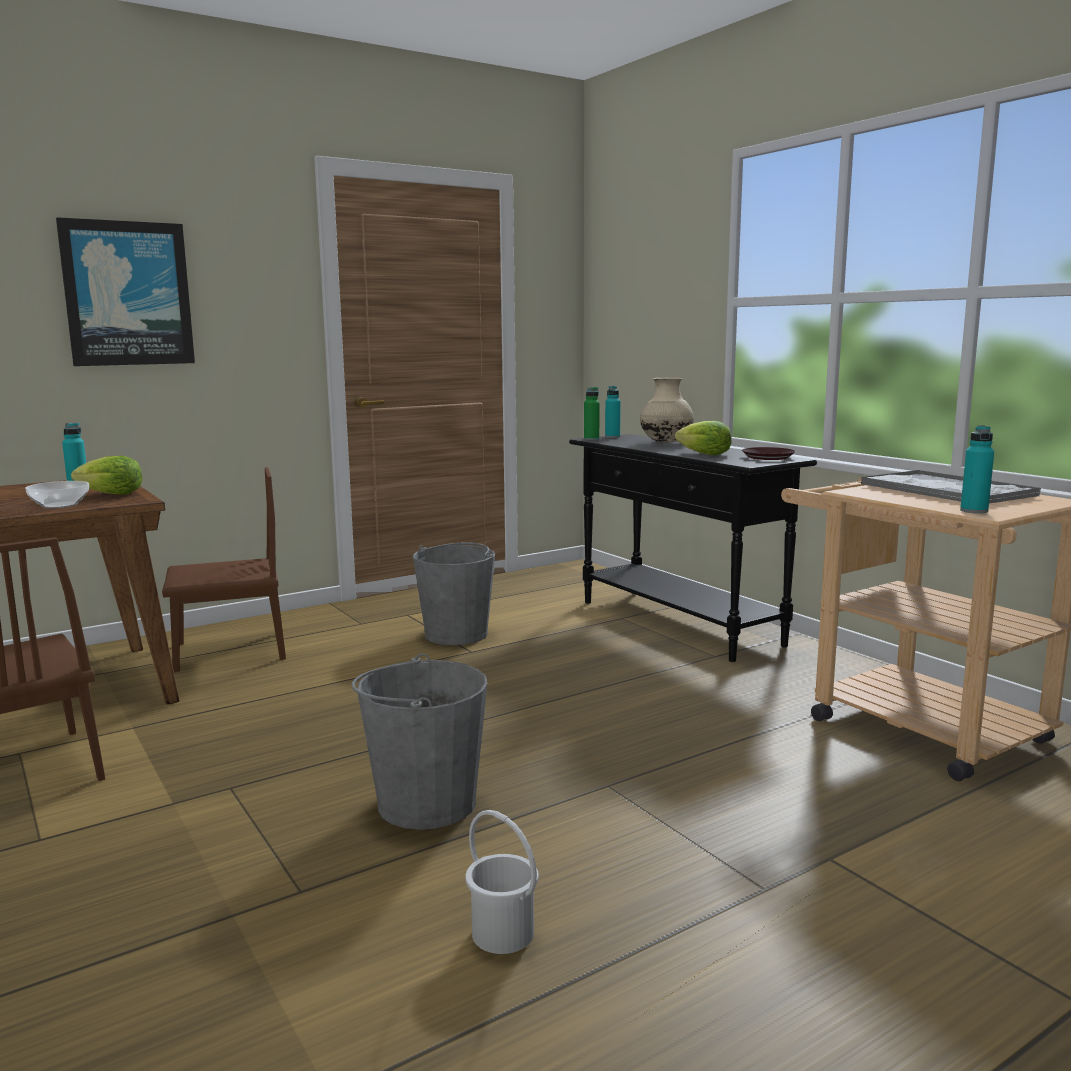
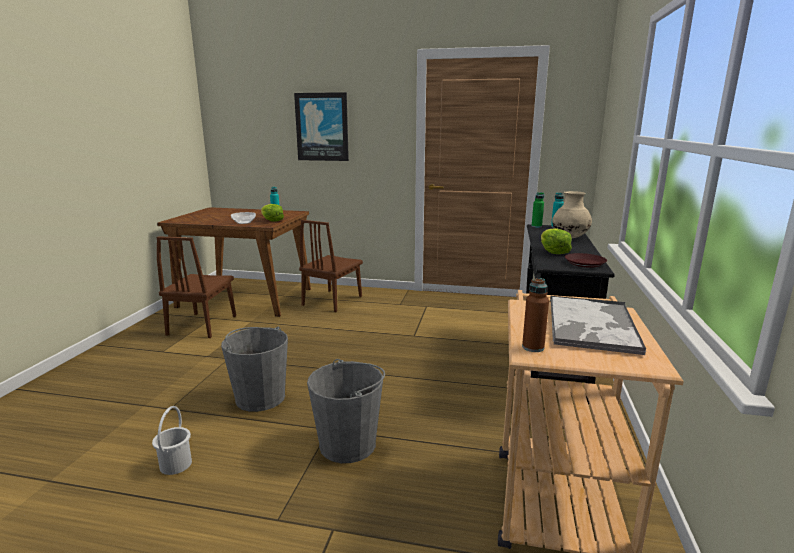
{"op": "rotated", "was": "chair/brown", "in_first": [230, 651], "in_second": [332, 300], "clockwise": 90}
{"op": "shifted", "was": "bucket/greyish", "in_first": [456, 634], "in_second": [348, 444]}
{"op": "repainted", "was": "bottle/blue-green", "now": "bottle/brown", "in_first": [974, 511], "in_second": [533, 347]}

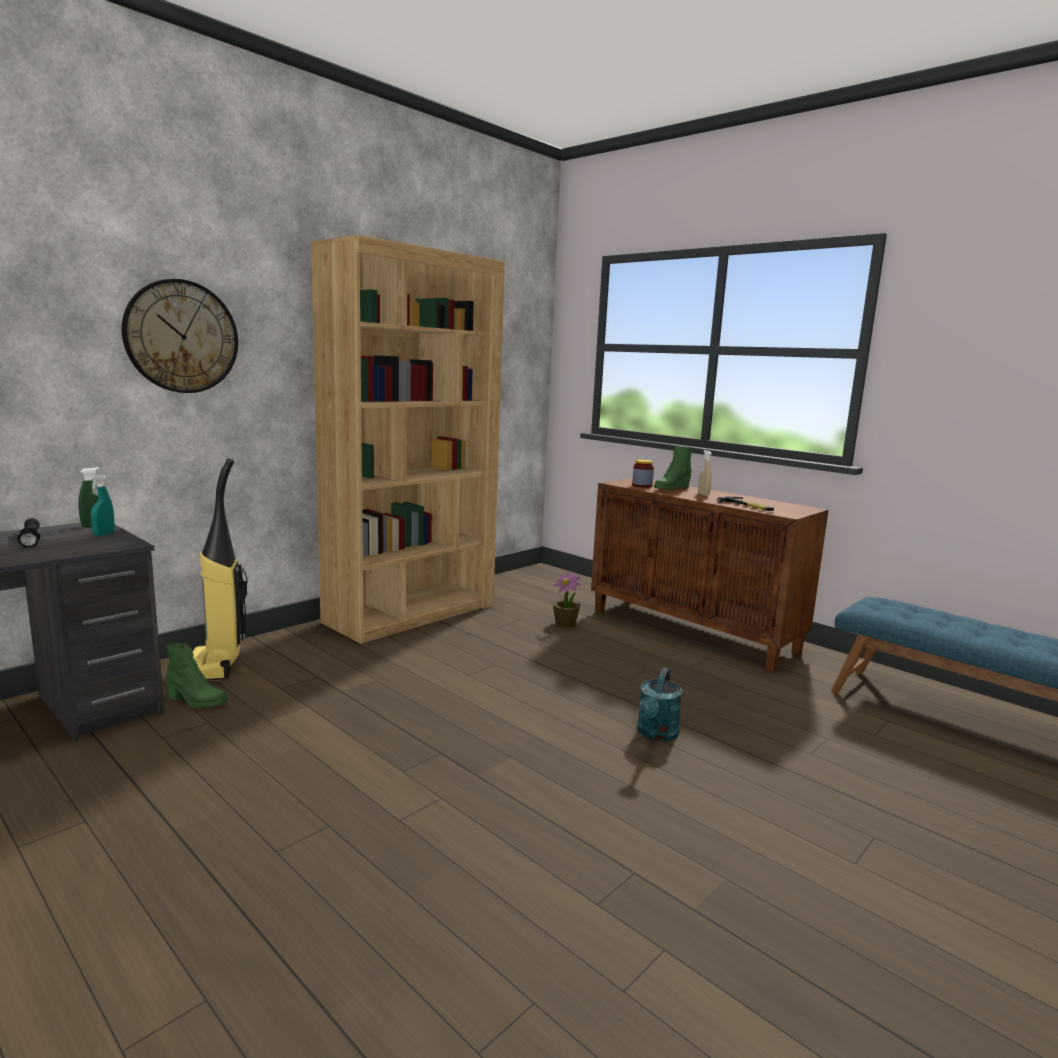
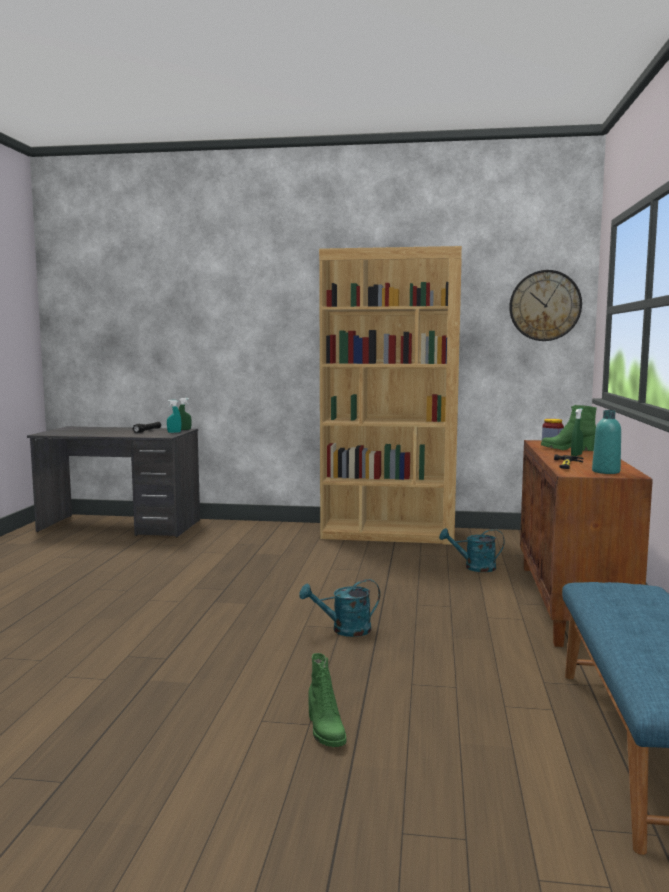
{"op": "shifted", "was": "wall clock", "in_first": [181, 337], "in_second": [545, 305]}
{"op": "shifted", "was": "boot/greenish", "in_first": [196, 701], "in_second": [325, 731]}
{"op": "gone", "was": "vacuum", "in_first": [213, 667]}
{"op": "swapped", "was": "potted plant", "now": "sprinkling can/blue-green", "in_first": [566, 624], "in_second": [474, 567]}
{"op": "repainted", "was": "hand sprayer/beige", "now": "hand sprayer/greenish", "in_first": [703, 494], "in_second": [576, 455]}
{"op": "new", "now": "bottle/blue-green", "in_second": [606, 471]}

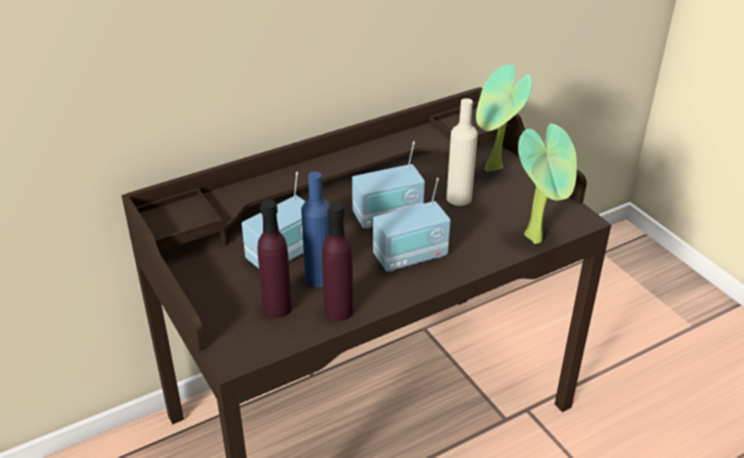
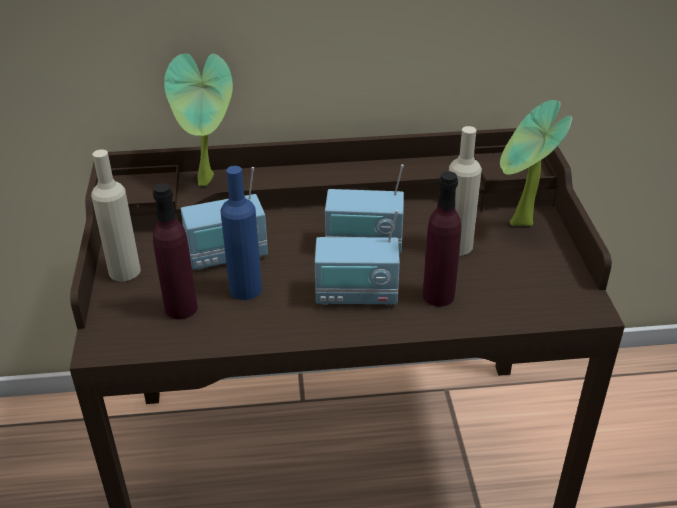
{"op": "shifted", "was": "bottle/purple", "in_first": [338, 311], "in_second": [438, 295]}
{"op": "shifted", "was": "potted plant", "in_first": [538, 238], "in_second": [209, 182]}
{"op": "new", "now": "bottle/beige", "in_second": [124, 271]}

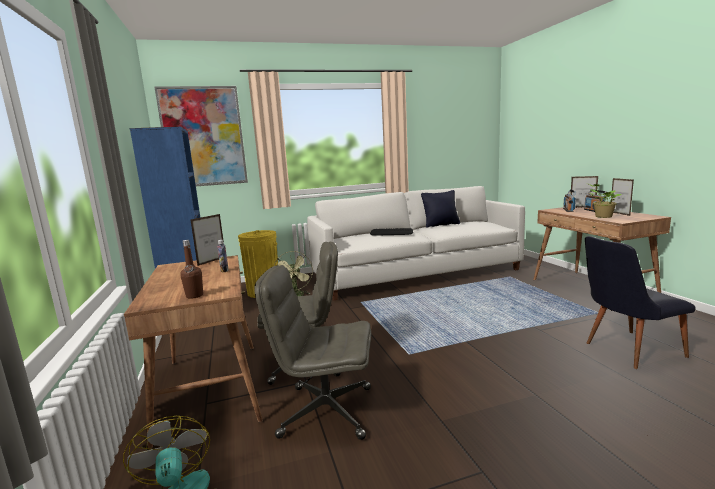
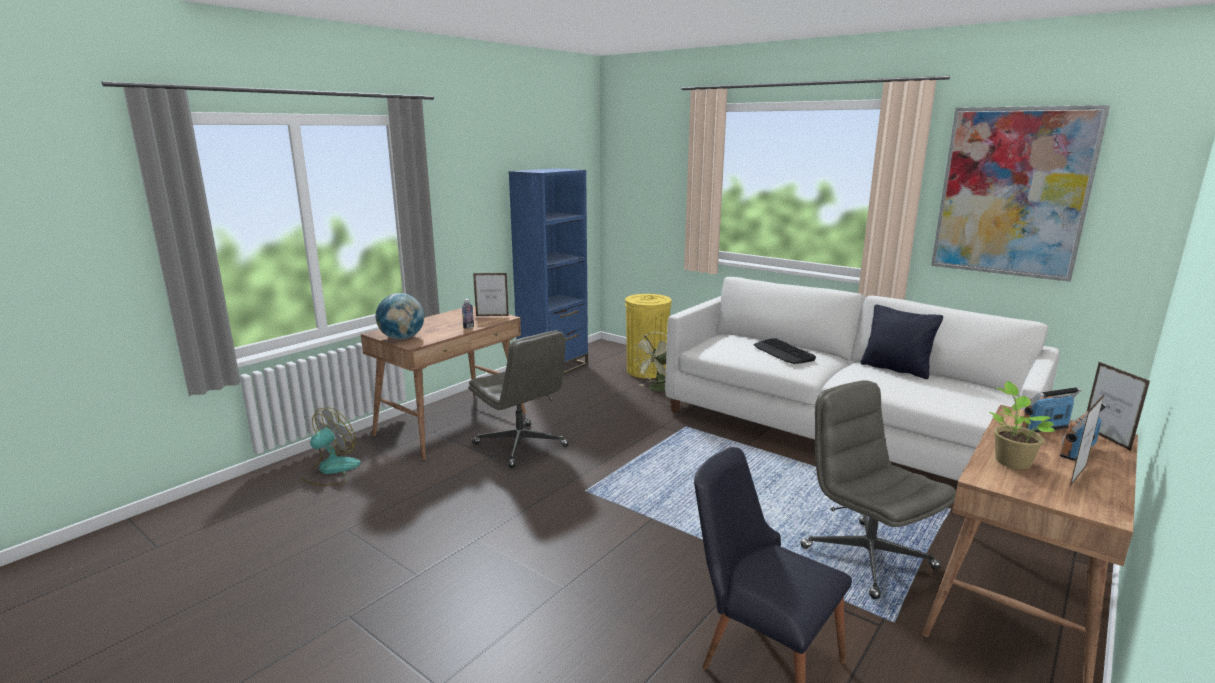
{"op": "shifted", "was": "picture", "in_first": [203, 137], "in_second": [1012, 192]}
{"op": "swapped", "was": "bottle/brown", "now": "globe", "in_first": [194, 296], "in_second": [402, 338]}
{"op": "shifted", "was": "desk chair/greyish", "in_first": [325, 411], "in_second": [866, 557]}

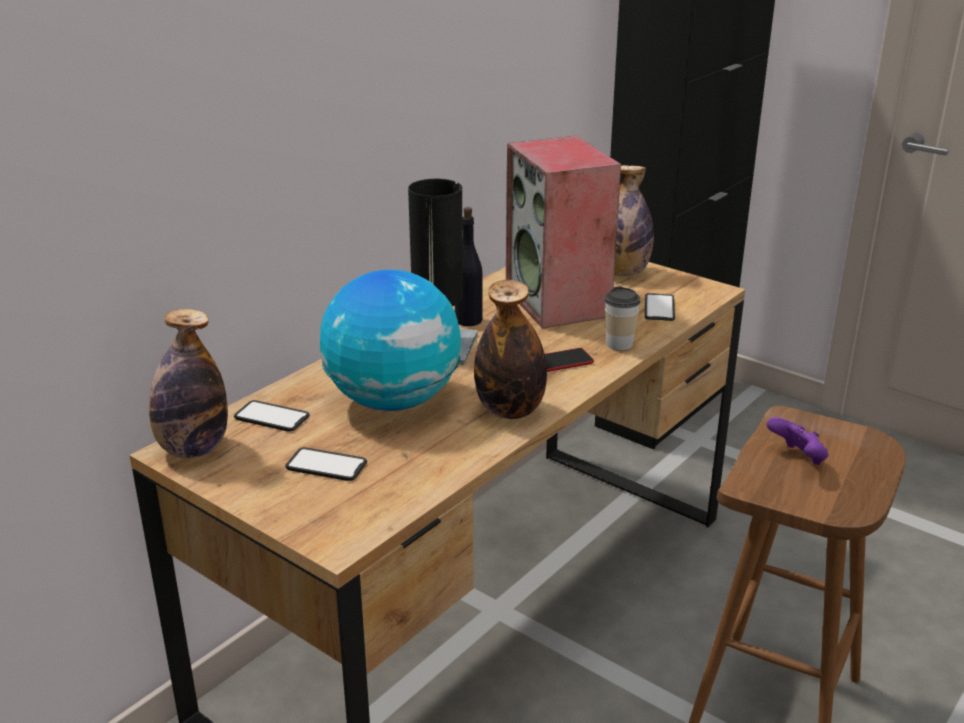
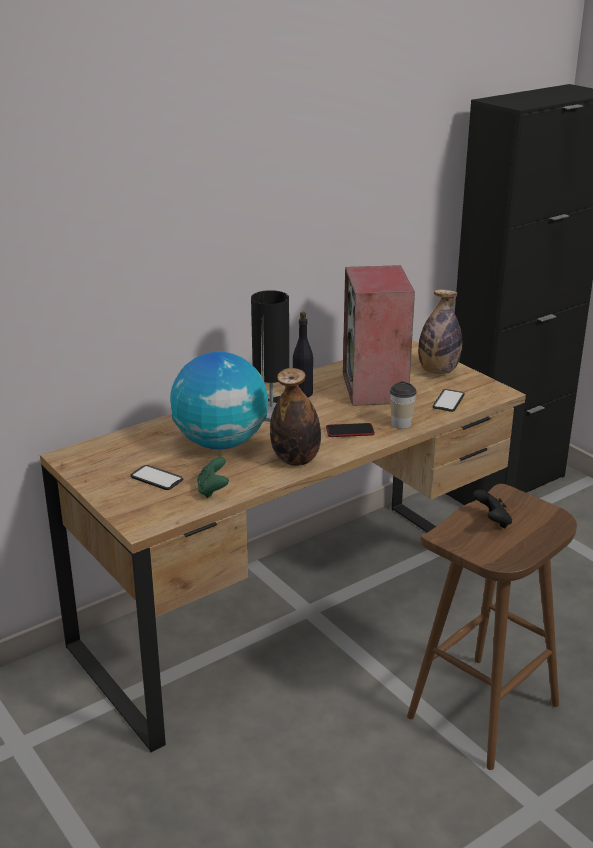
{"op": "gone", "was": "bottle", "in_first": [193, 449]}
{"op": "gone", "was": "handset", "in_first": [271, 417]}
{"op": "repainted", "was": "game controller/purple", "now": "game controller/blackish", "in_first": [797, 458], "in_second": [492, 521]}
{"op": "new", "now": "game controller/greenish", "in_second": [212, 490]}

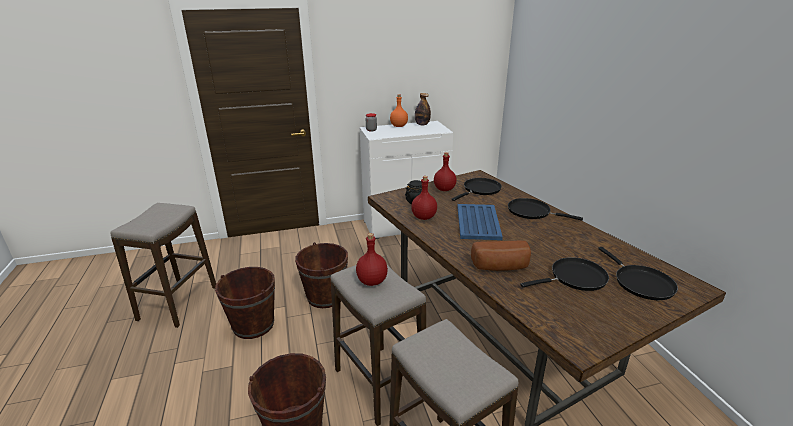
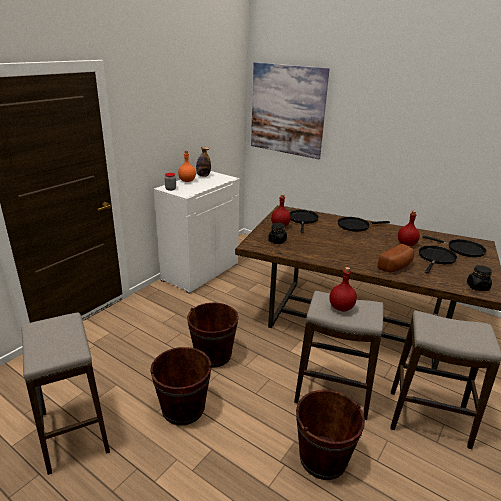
{"op": "shifted", "was": "bottle/red", "in_first": [424, 217], "in_second": [406, 244]}
{"op": "gone", "was": "tray/blue-coloured", "in_first": [478, 222]}
{"op": "new", "now": "picture", "in_second": [287, 110]}
{"op": "new", "now": "jar/blackish", "in_second": [477, 287]}

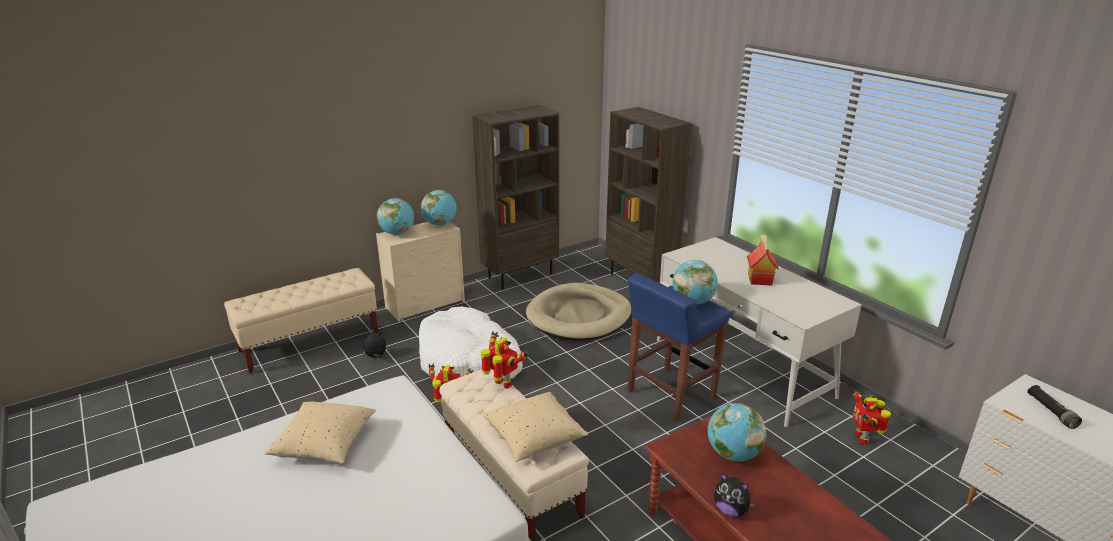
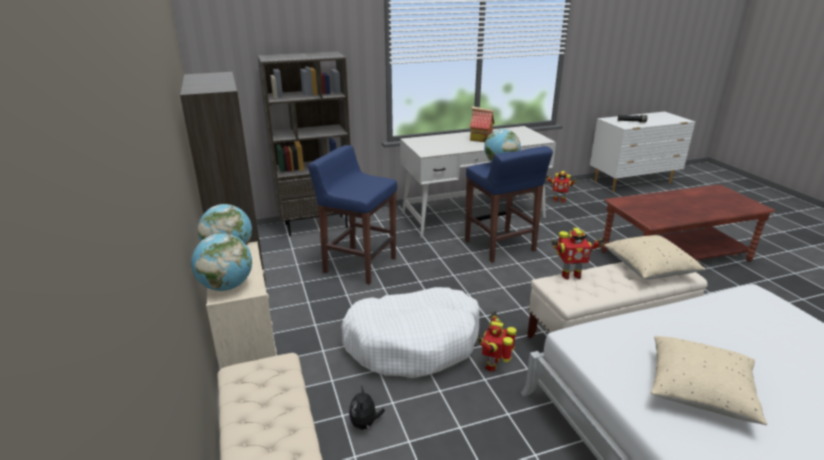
{"op": "rotated", "was": "model robot", "in_first": [502, 384], "in_second": [570, 275], "clockwise": -150}
{"op": "swapped", "was": "dog bed/beige", "now": "stool seat/blue-coloured", "in_first": [579, 316], "in_second": [359, 265]}
{"op": "gone", "was": "globe", "in_first": [732, 454]}
{"op": "gone", "was": "soft toy", "in_first": [731, 510]}

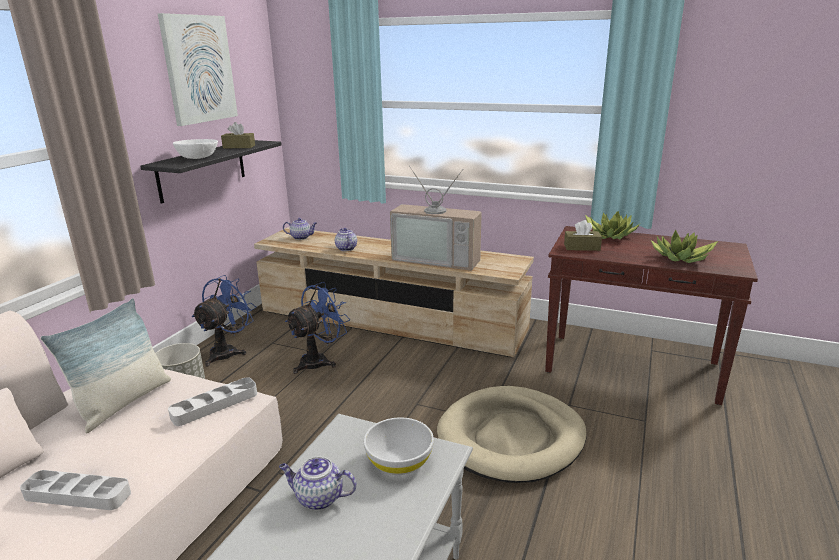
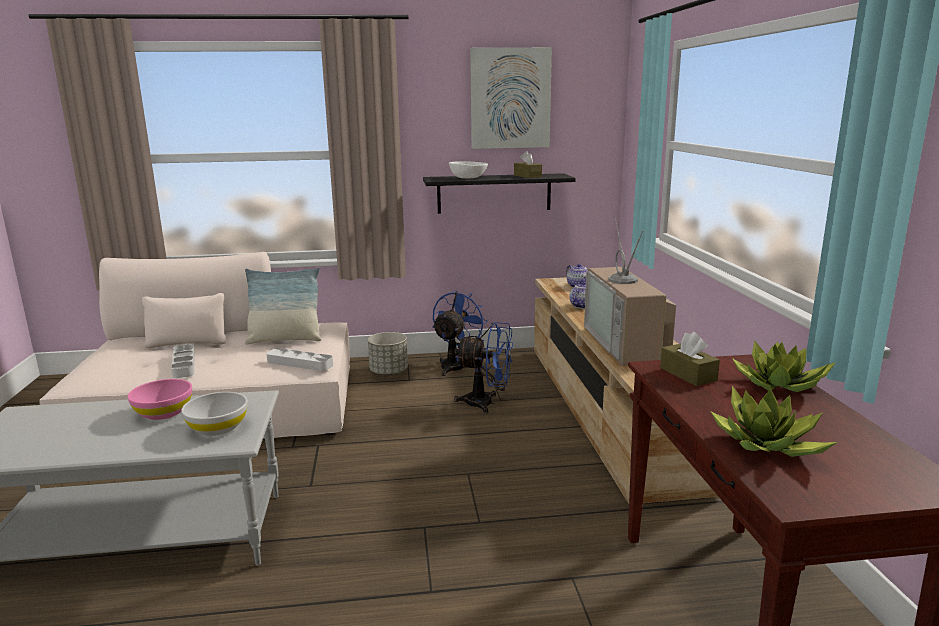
{"op": "rotated", "was": "cooling fan/blue-coloured", "in_first": [228, 351], "in_second": [456, 365], "clockwise": -60}
{"op": "swapped", "was": "teapot", "now": "bowl/pink", "in_first": [318, 498], "in_second": [163, 413]}
{"op": "gone", "was": "dog bed/beige", "in_first": [511, 438]}

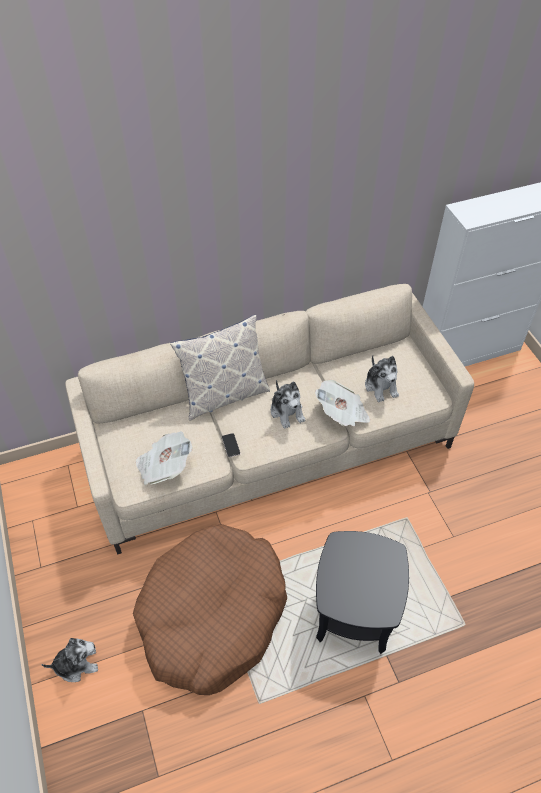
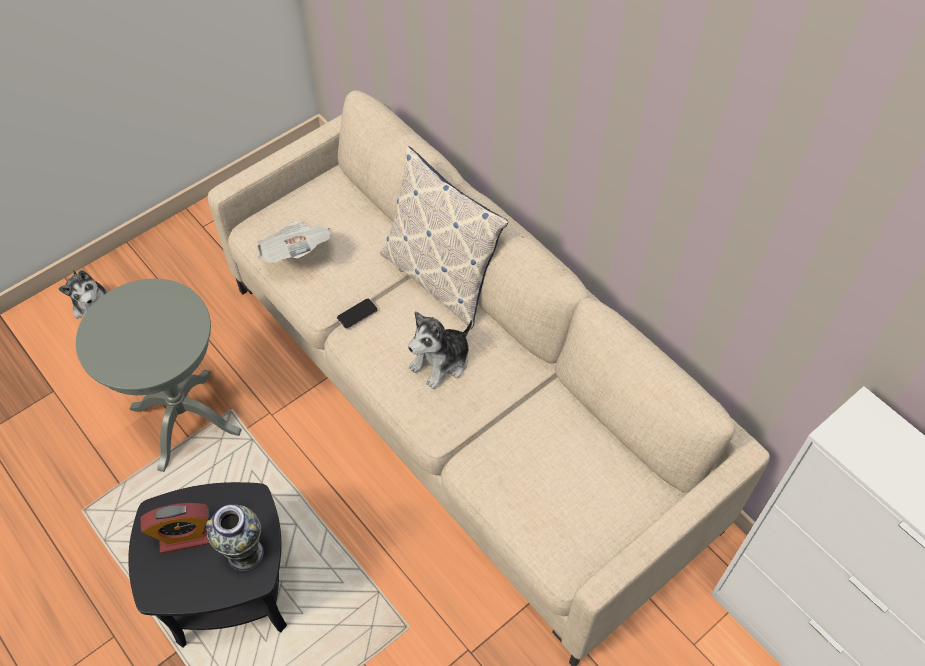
{"op": "swapped", "was": "dog bed/brown", "now": "end table/greyish", "in_first": [212, 615], "in_second": [185, 420]}
{"op": "gone", "was": "newspaper", "in_first": [342, 413]}
{"op": "gone", "was": "soft toy", "in_first": [381, 386]}
{"op": "new", "now": "bedside clock", "in_second": [185, 536]}
{"op": "new", "now": "vase", "in_second": [245, 555]}

